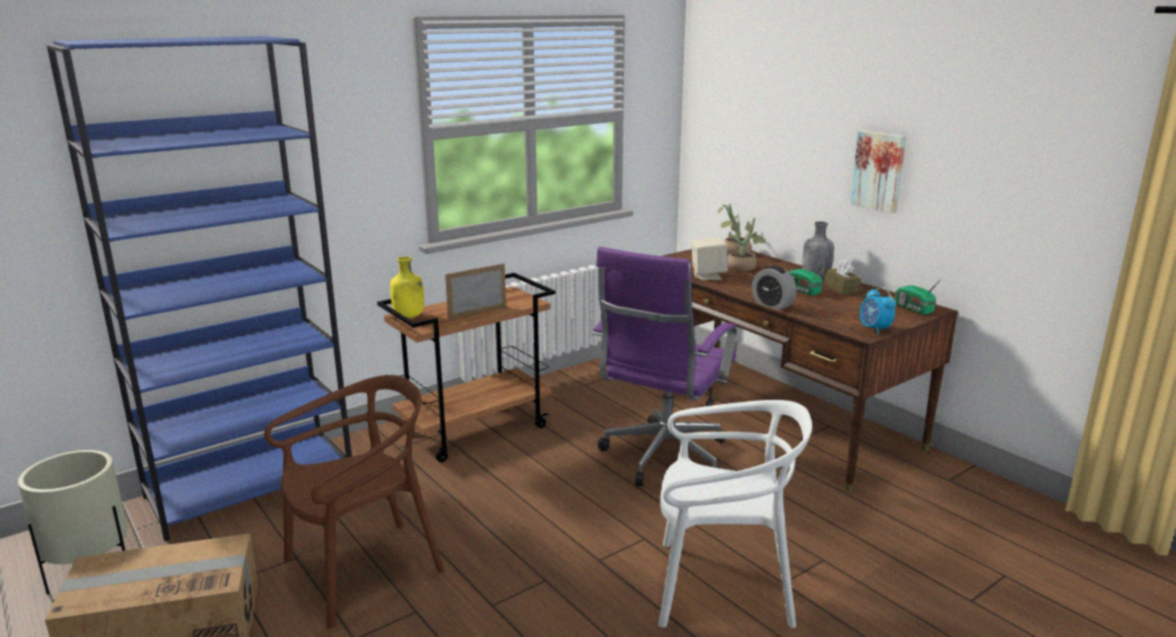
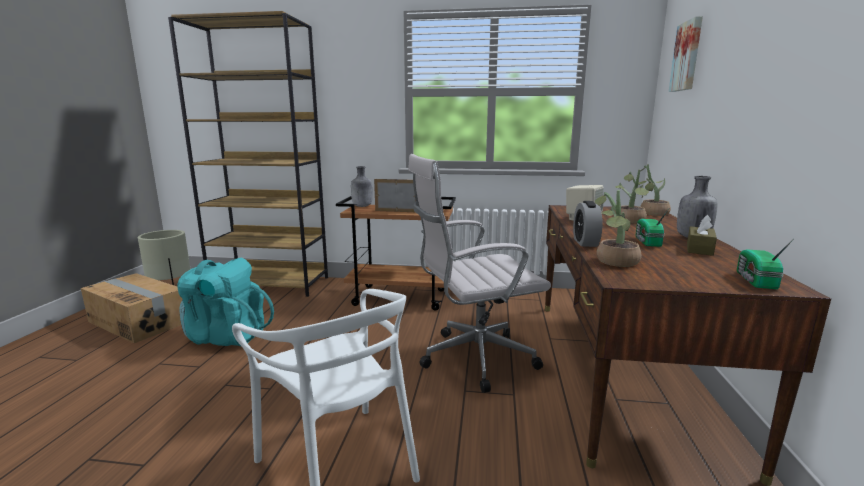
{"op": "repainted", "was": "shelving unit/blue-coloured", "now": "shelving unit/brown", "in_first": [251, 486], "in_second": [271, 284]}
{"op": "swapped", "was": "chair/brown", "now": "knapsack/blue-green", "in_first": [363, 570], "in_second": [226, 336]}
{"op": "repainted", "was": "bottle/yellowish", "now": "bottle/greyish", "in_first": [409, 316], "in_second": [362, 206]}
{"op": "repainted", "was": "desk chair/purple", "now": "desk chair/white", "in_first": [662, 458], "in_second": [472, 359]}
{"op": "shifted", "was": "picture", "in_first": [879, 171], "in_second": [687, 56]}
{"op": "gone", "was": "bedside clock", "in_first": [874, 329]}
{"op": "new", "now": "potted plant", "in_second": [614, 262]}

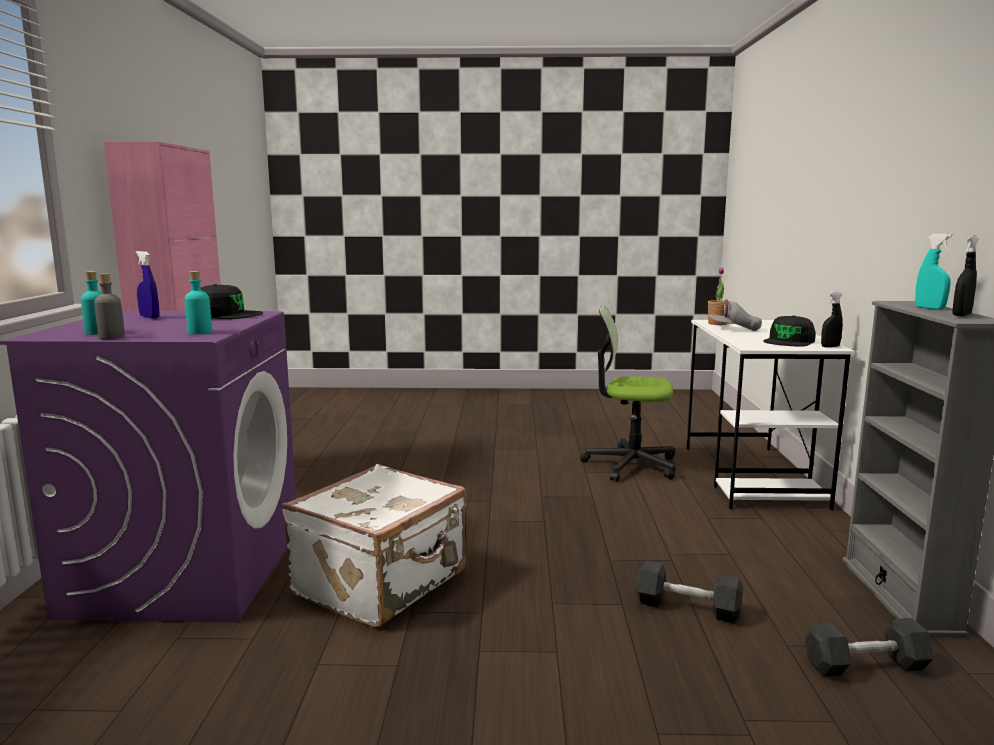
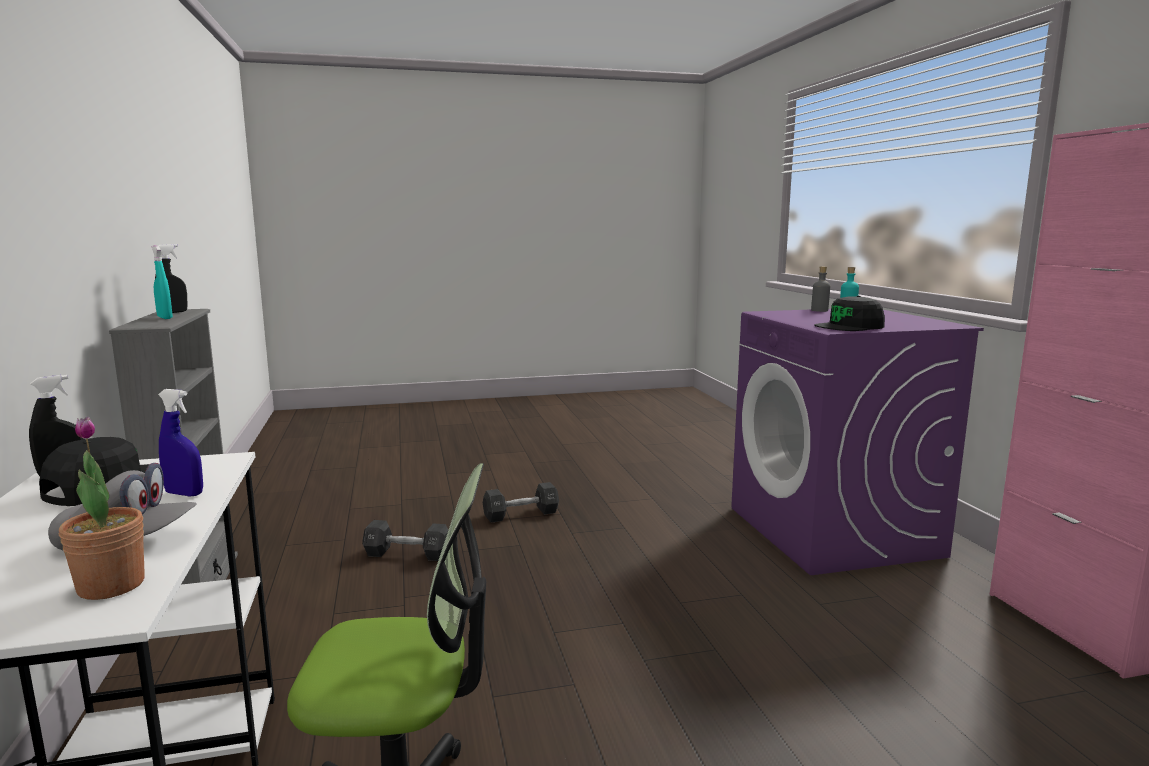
{"op": "shifted", "was": "hand sprayer/blue-coloured", "in_first": [149, 317], "in_second": [184, 494]}
{"op": "gone", "was": "bottle/blue-green", "in_first": [200, 332]}
{"op": "gone", "was": "travel case/white", "in_first": [383, 584]}
{"op": "shifted", "was": "free weight/blackish", "in_first": [865, 665], "in_second": [521, 514]}

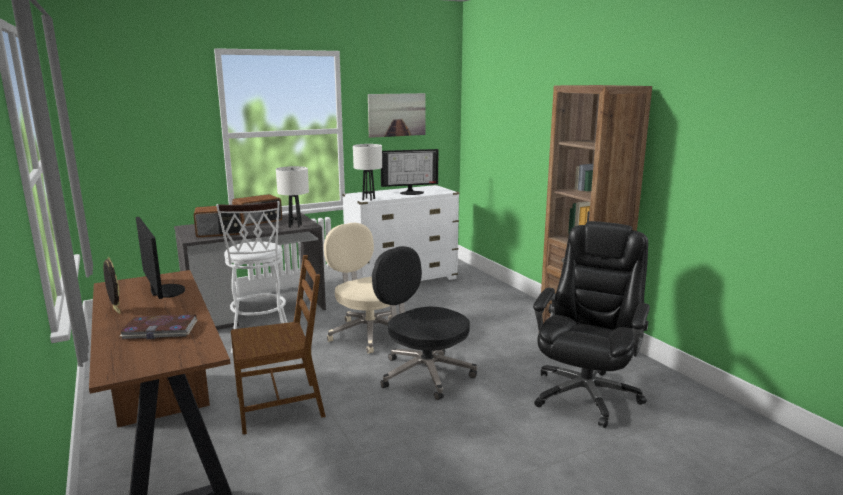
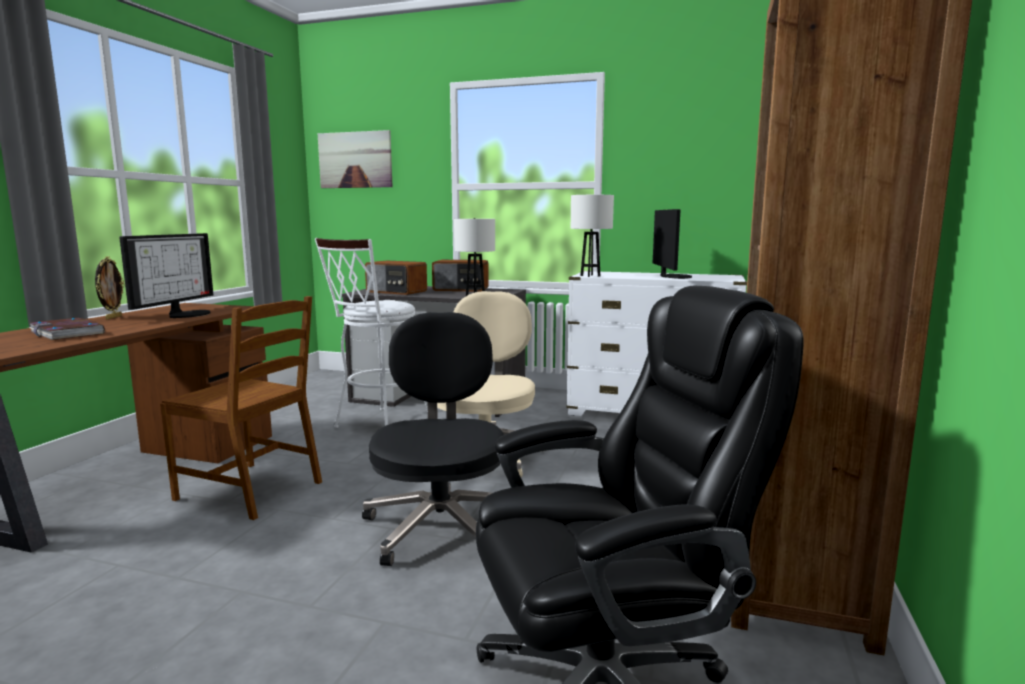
{"op": "shifted", "was": "picture", "in_first": [397, 115], "in_second": [355, 160]}
{"op": "rotated", "was": "monitor", "in_first": [411, 192], "in_second": [672, 276], "clockwise": -120}

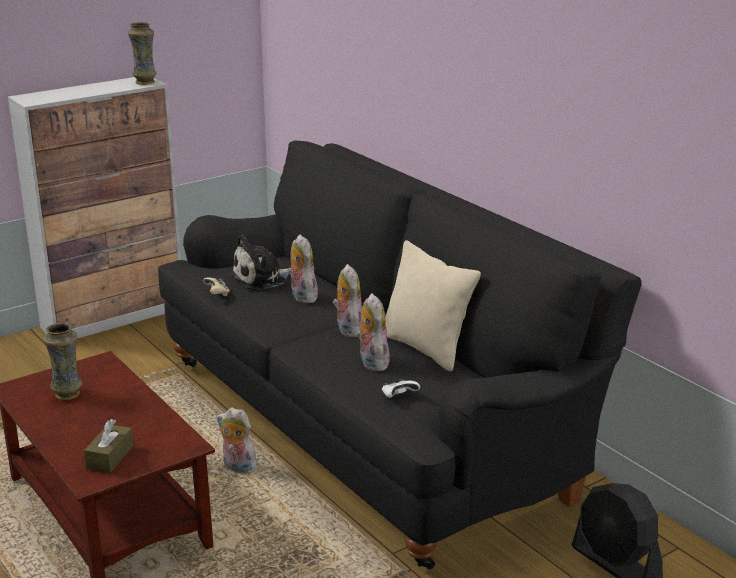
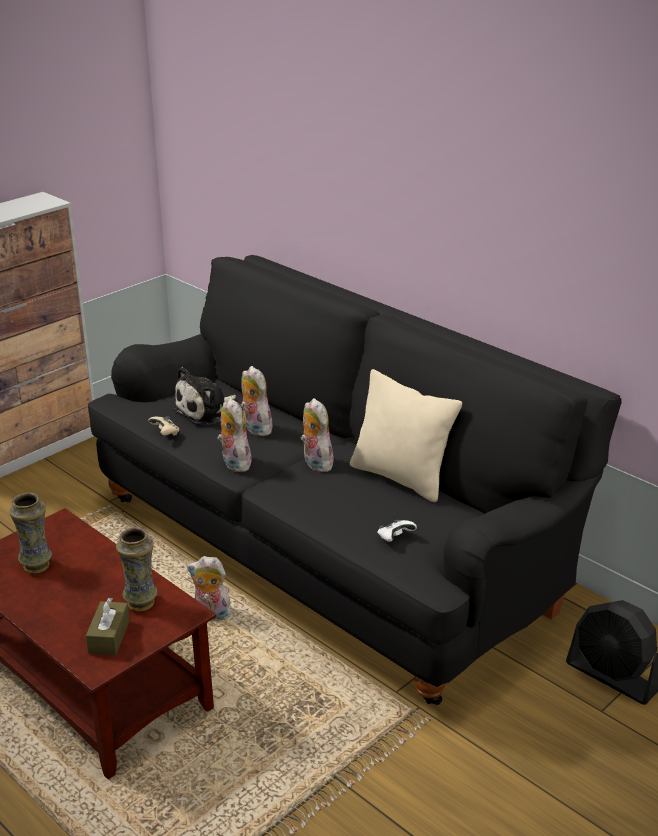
{"op": "shifted", "was": "vase", "in_first": [145, 82], "in_second": [141, 602]}
{"op": "shifted", "was": "soft toy", "in_first": [371, 362], "in_second": [234, 463]}

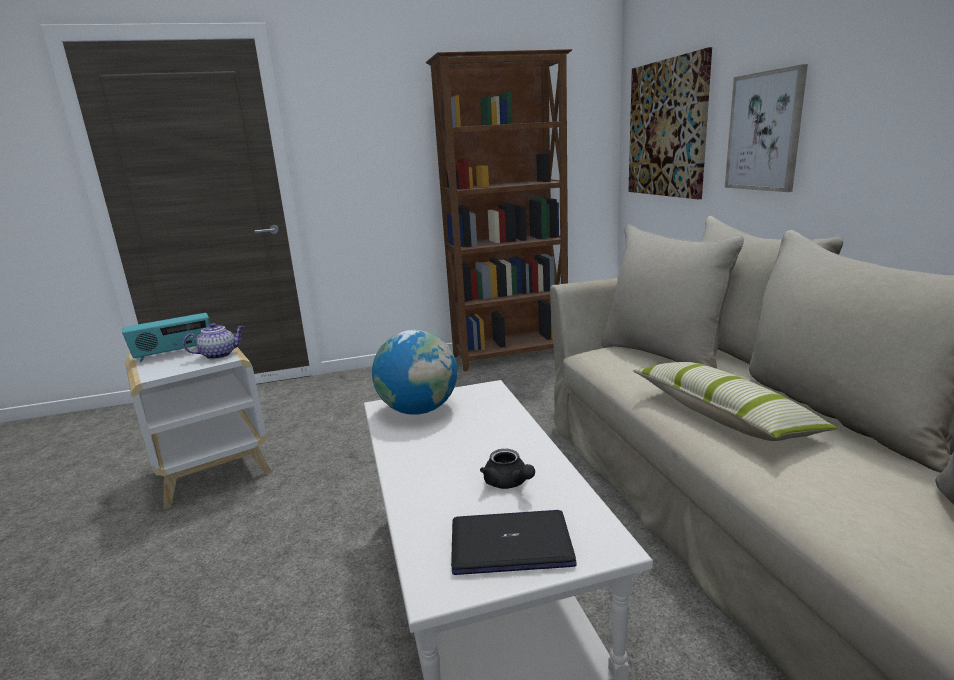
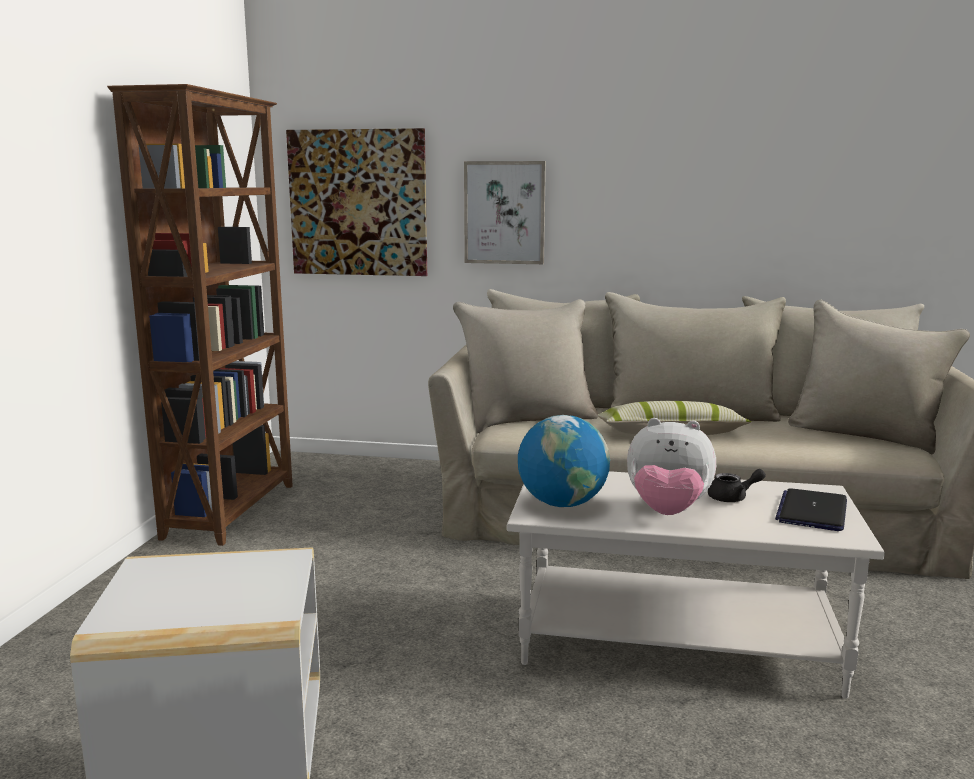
{"op": "gone", "was": "radio set", "in_first": [174, 353]}
{"op": "gone", "was": "teapot", "in_first": [219, 355]}
{"op": "new", "now": "soft toy", "in_second": [667, 512]}

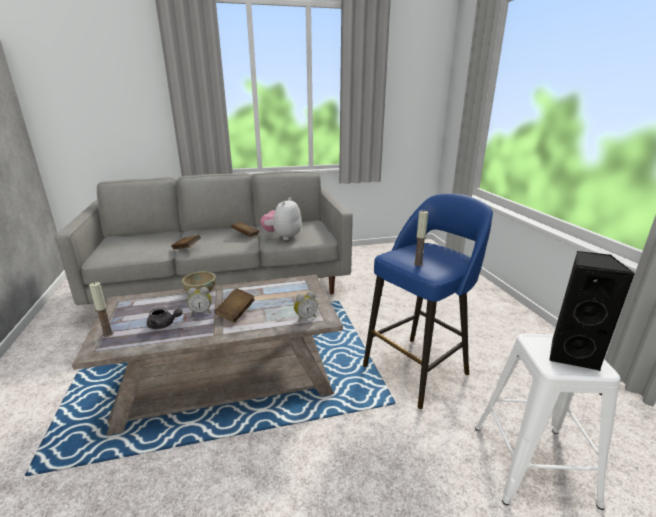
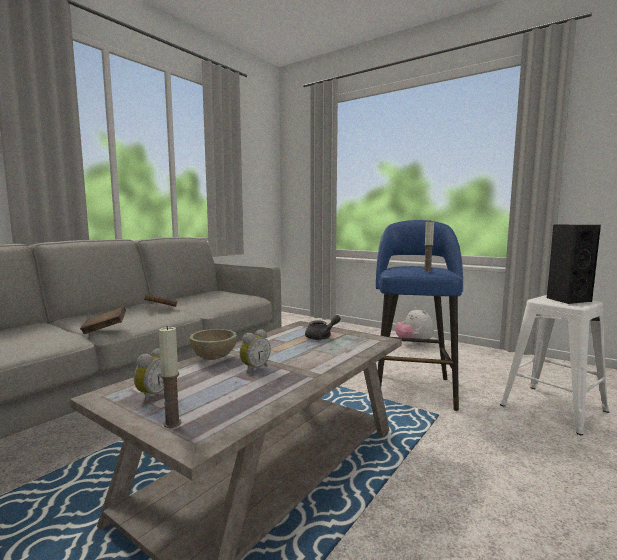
{"op": "shifted", "was": "teapot/greyish", "in_first": [164, 325], "in_second": [322, 337]}
{"op": "gone", "was": "volume/brown", "in_first": [236, 313]}
{"op": "shifted", "was": "soft toy", "in_first": [283, 237], "in_second": [414, 343]}
{"op": "shifted", "was": "bedside clock", "in_first": [305, 318], "in_second": [152, 395]}

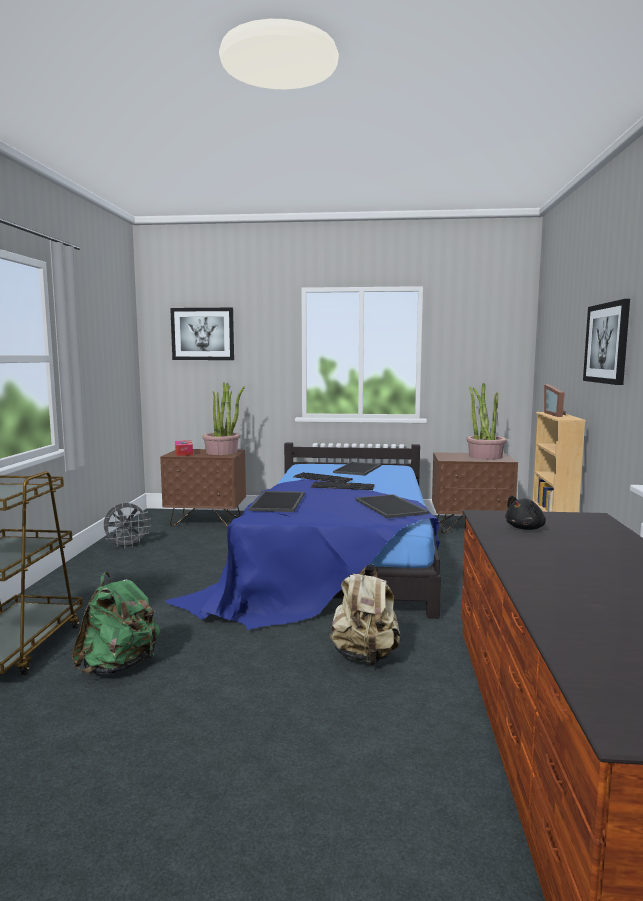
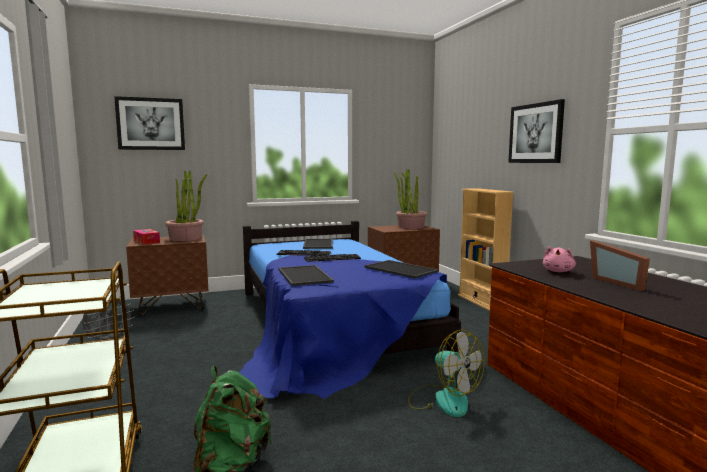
{"op": "swapped", "was": "knapsack/beige", "now": "cooling fan", "in_first": [365, 657], "in_second": [443, 399]}
{"op": "repainted", "was": "soft toy/blackish", "now": "soft toy/pink", "in_first": [526, 528], "in_second": [558, 271]}
{"op": "shifted", "was": "standing frame", "in_first": [556, 414], "in_second": [619, 282]}

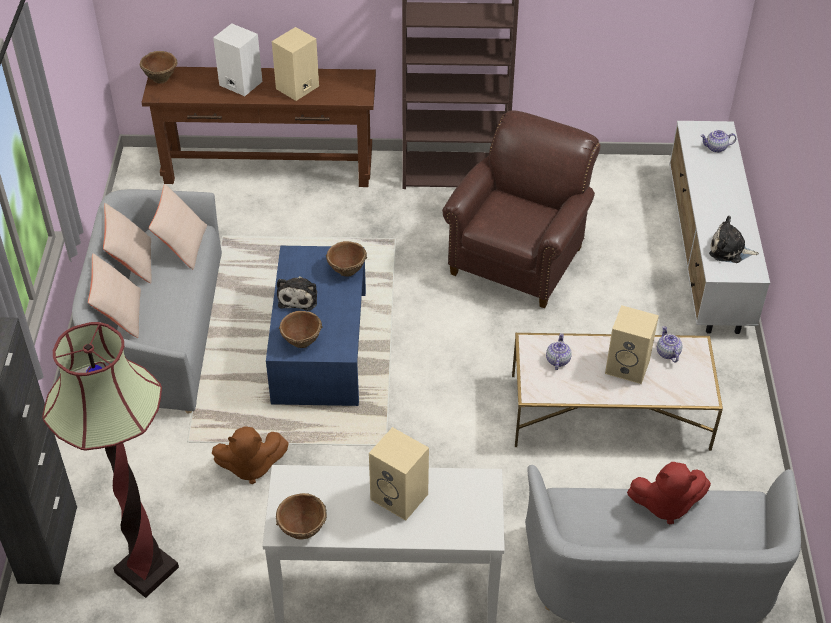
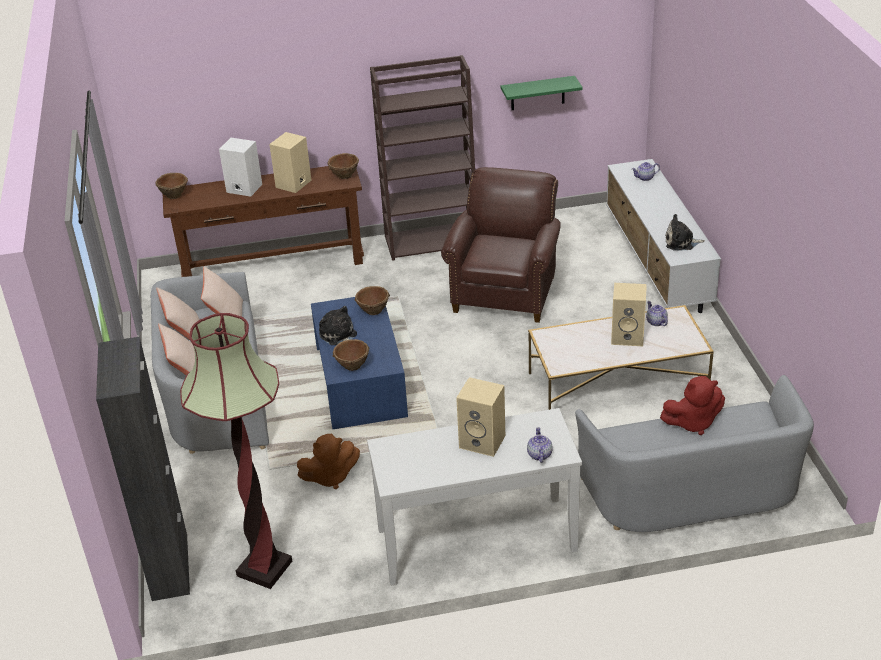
{"op": "shifted", "was": "bowl/brown", "in_first": [302, 529], "in_second": [344, 175]}
{"op": "rotated", "was": "soft toy", "in_first": [298, 297], "in_second": [339, 336], "clockwise": 150}
{"op": "shifted", "was": "teapot", "in_first": [557, 360], "in_second": [539, 454]}
{"op": "new", "now": "wall shelf/greenish", "in_second": [537, 93]}

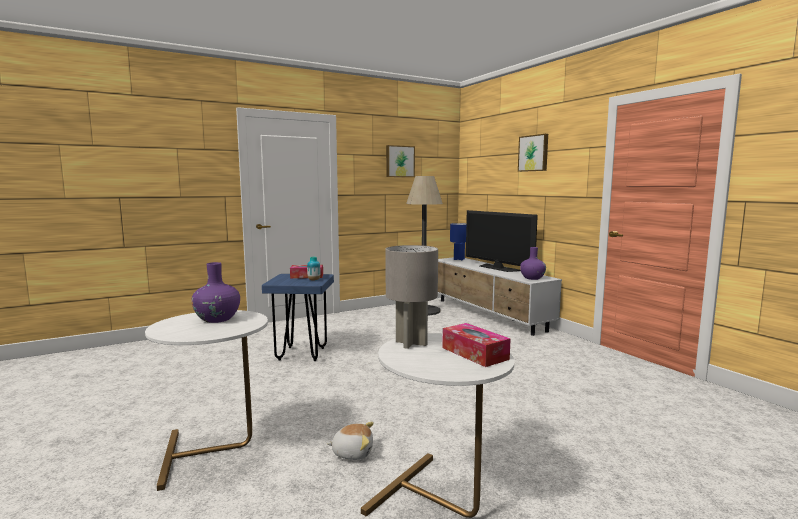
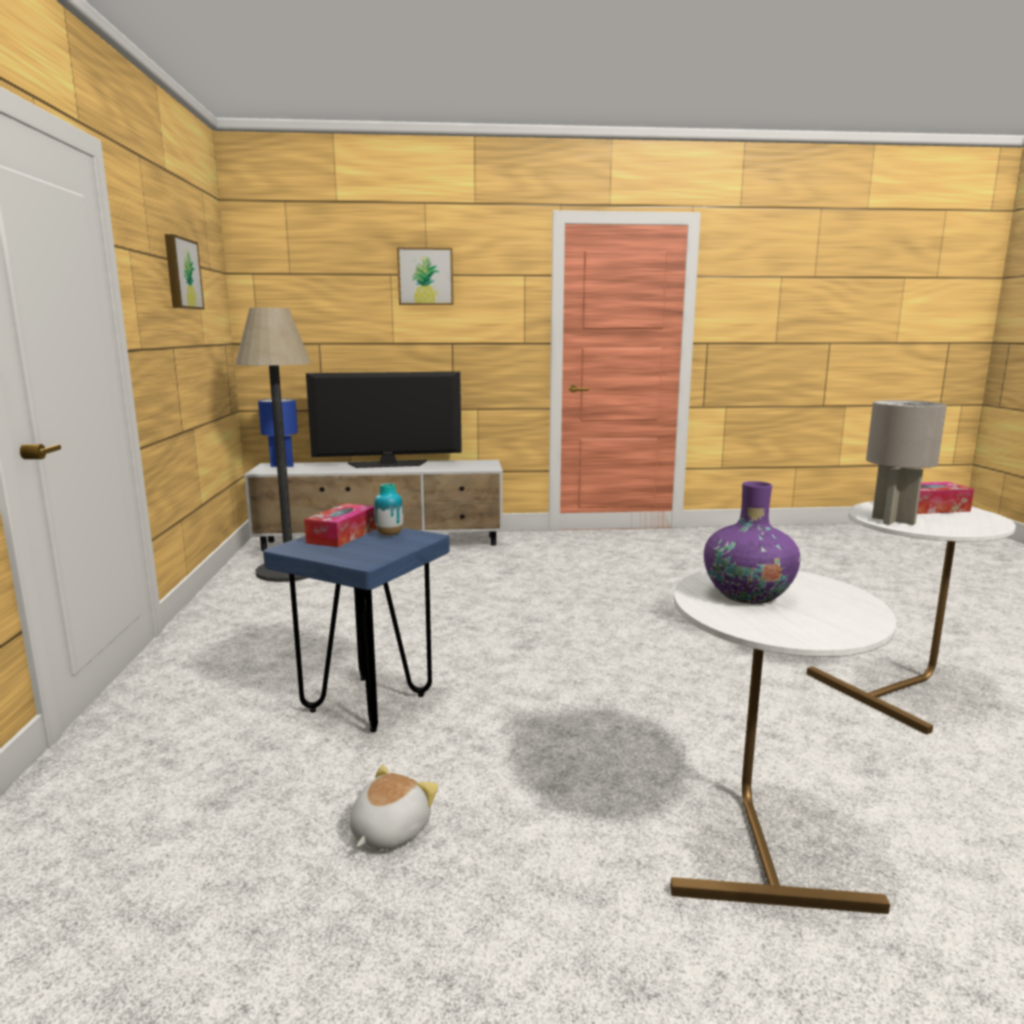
{"op": "shifted", "was": "soft toy", "in_first": [352, 452], "in_second": [388, 831]}
{"op": "gone", "was": "vase/purple", "in_first": [532, 278]}

